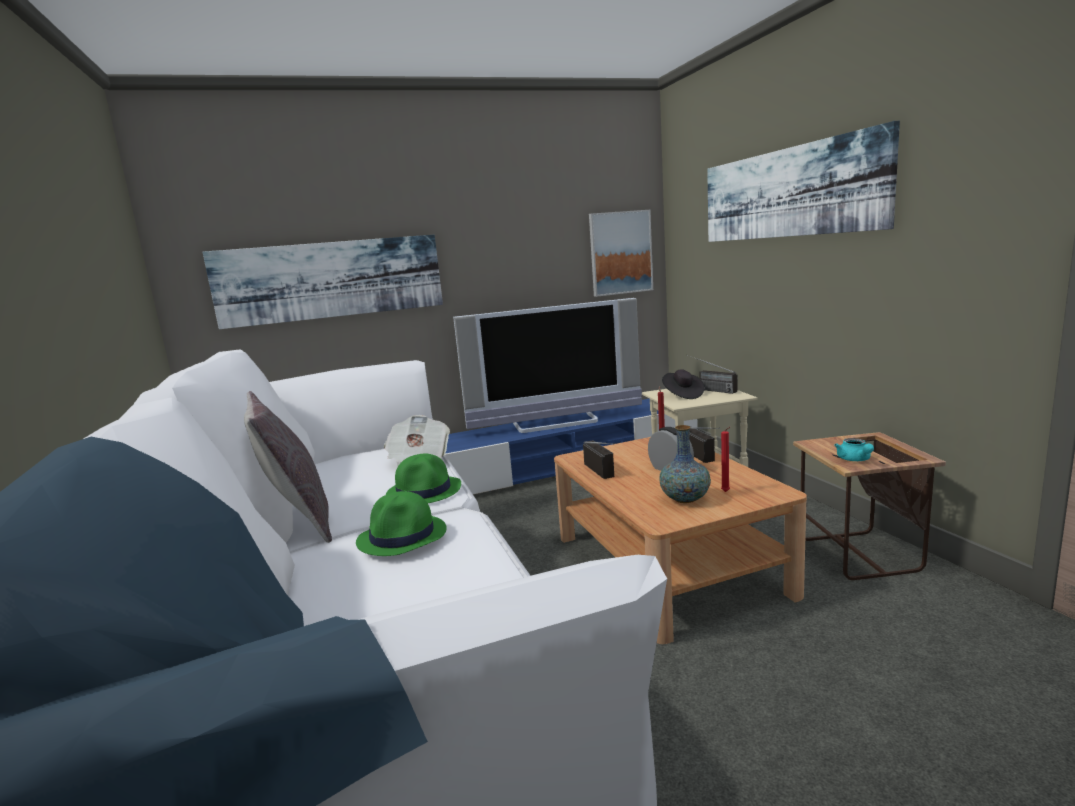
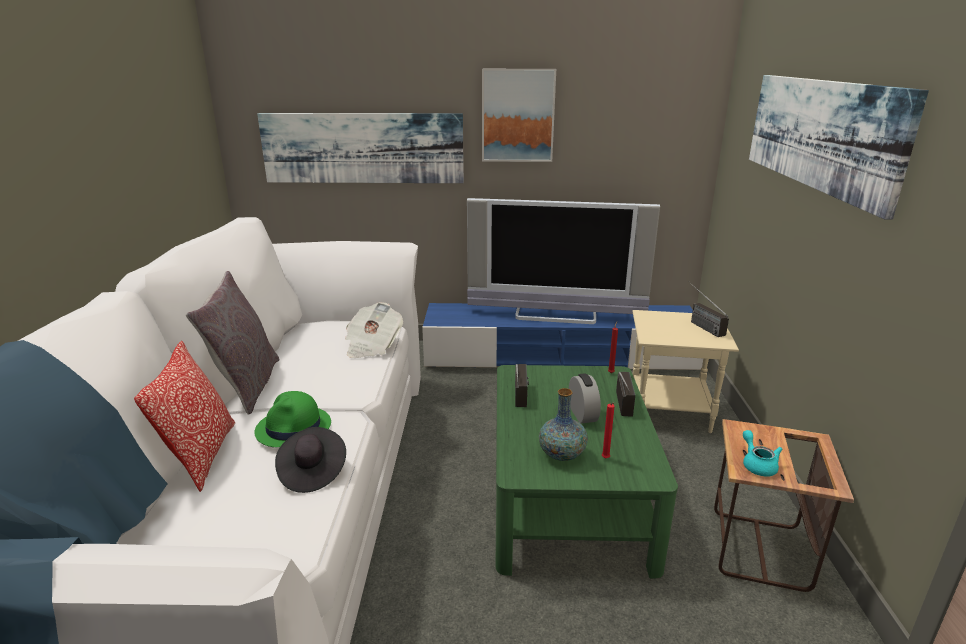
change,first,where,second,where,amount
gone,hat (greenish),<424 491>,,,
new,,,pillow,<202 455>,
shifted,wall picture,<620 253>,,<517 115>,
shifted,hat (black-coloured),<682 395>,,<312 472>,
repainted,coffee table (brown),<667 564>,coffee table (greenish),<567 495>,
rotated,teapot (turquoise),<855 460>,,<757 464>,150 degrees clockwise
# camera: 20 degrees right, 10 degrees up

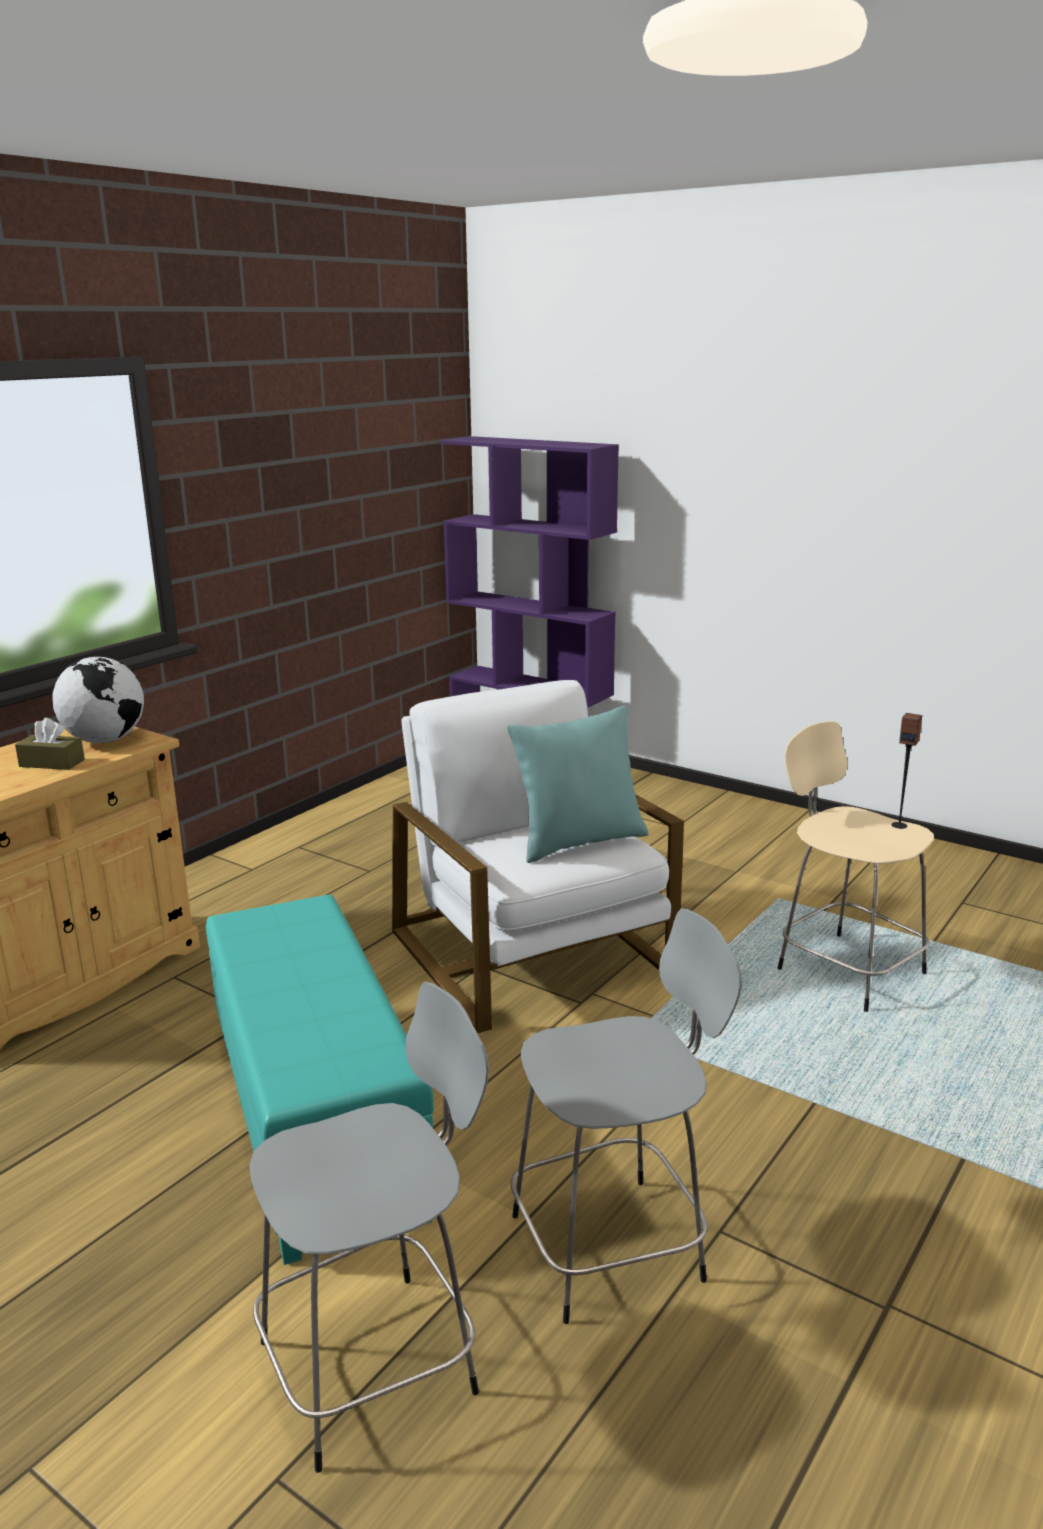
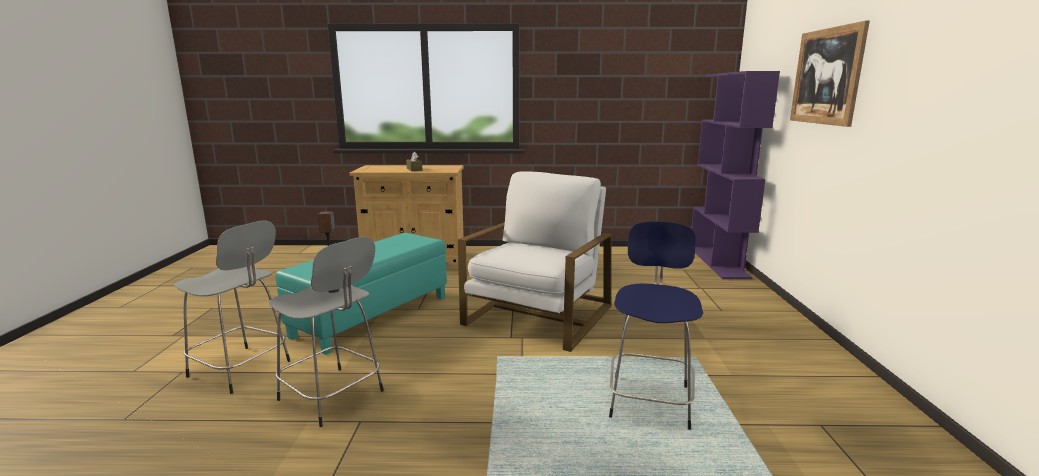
change,first,where,second,where,amount
gone,world globe,<104 740>,,,
gone,pillow (turquoise),<579 842>,,,
new,,,wall picture,<826 76>,
shifted,audio speaker,<899 825>,,<334 290>,
repainted,stool seat (sand-coloured),<846 969>,stool seat (blue),<650 399>,
# camera: 55 degrees right, 5 degrees down

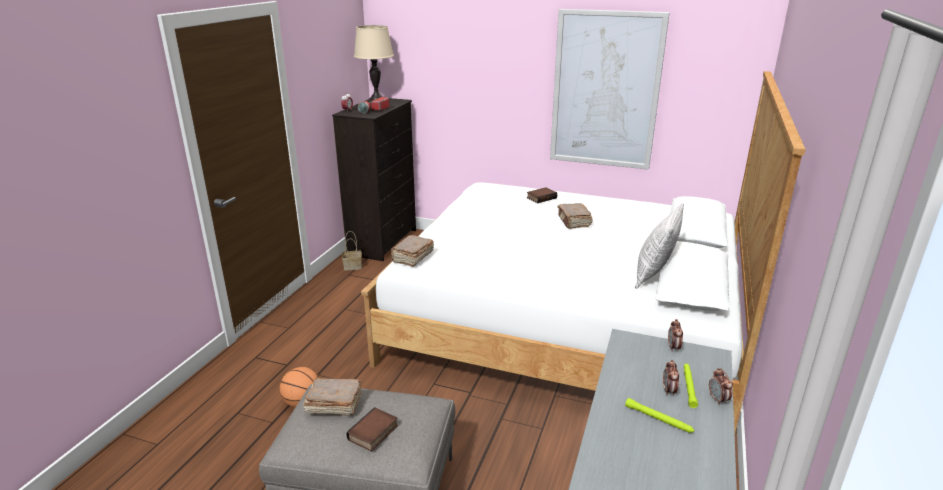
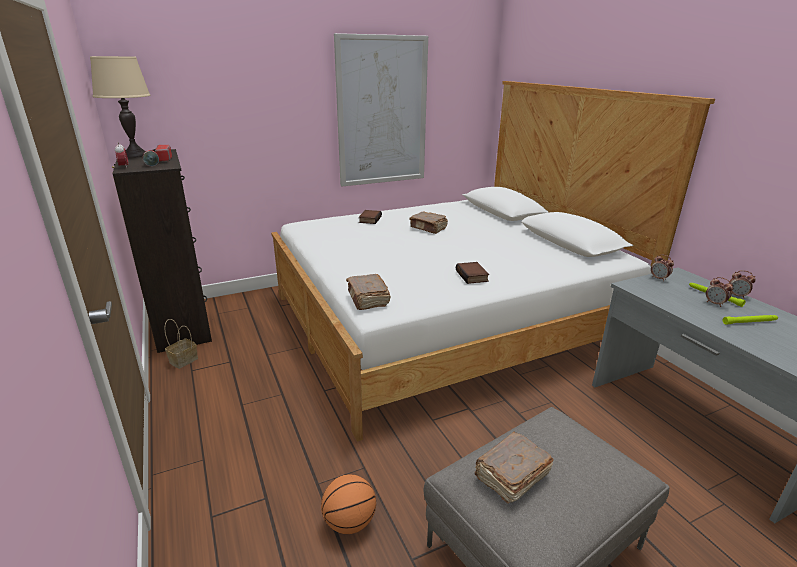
change,first,where,second,where,amount
gone,pillow,<654 275>,,,
shifted,volume,<373 433>,,<473 276>,
# camera: 45 degrees left, 0 degrees up

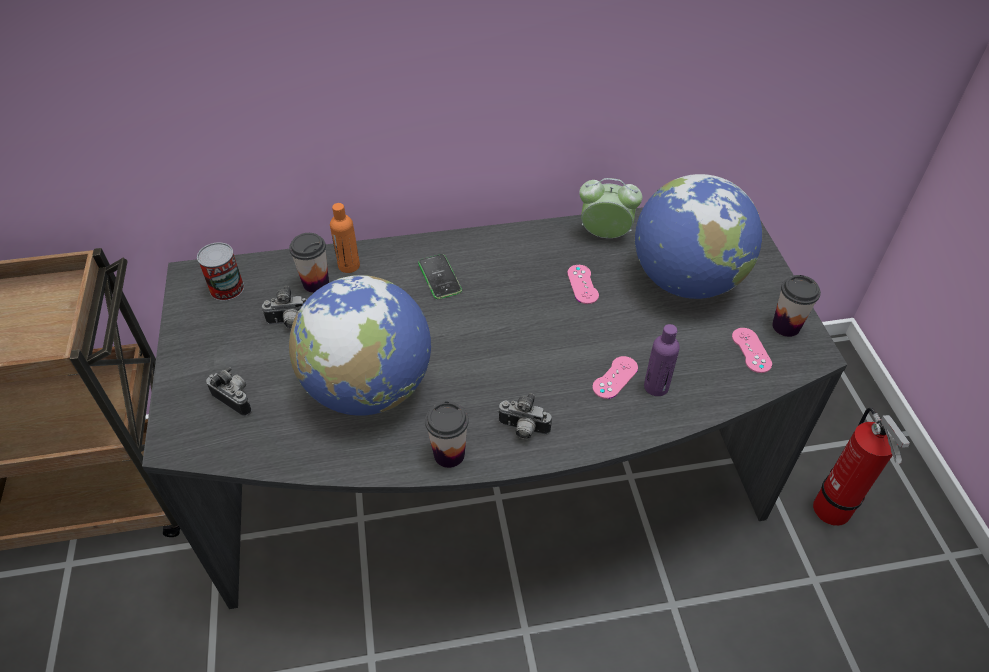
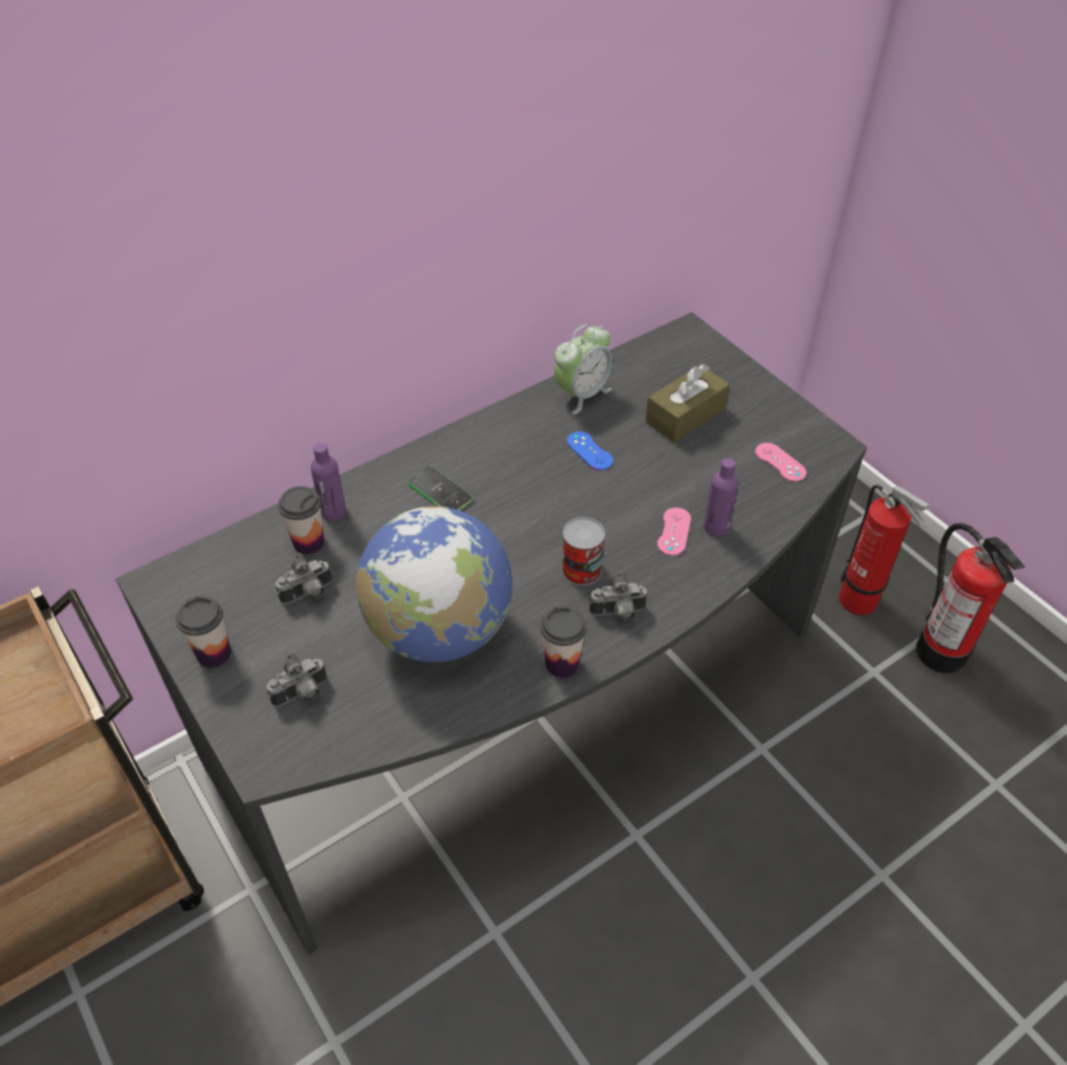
change,first,where,second,where,amount
new,,,extinguisher,<941 651>,
shifted,can,<227 288>,,<581 569>,
shifted,drinking cup,<786 326>,,<214 654>,
swapped,world globe,<686 281>,tissue holder (brown),<685 415>,
repainted,drink bottle (orangey),<349 266>,drink bottle (purple-coloured),<333 512>,
repainted,game controller (pinkish),<582 284>,game controller (blue),<589 451>,
rotated,still camera,<236 399>,,<302 695>,135 degrees clockwise
rotated,alarm clock,<605 235>,,<582 394>,150 degrees clockwise
# camera: 25 degrees left, 0 degrees up

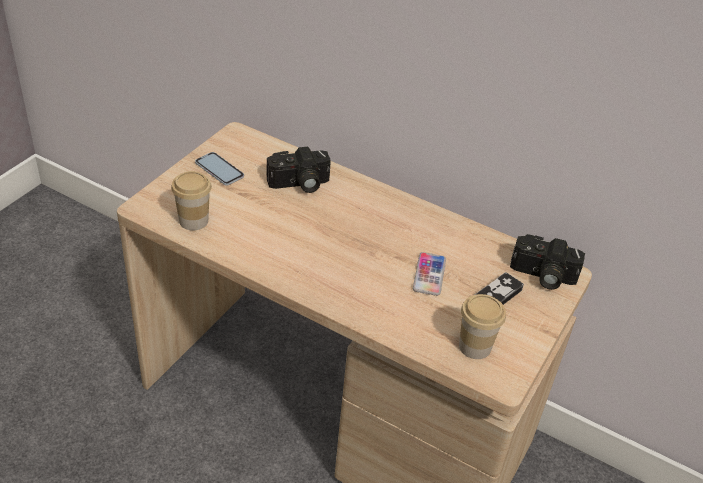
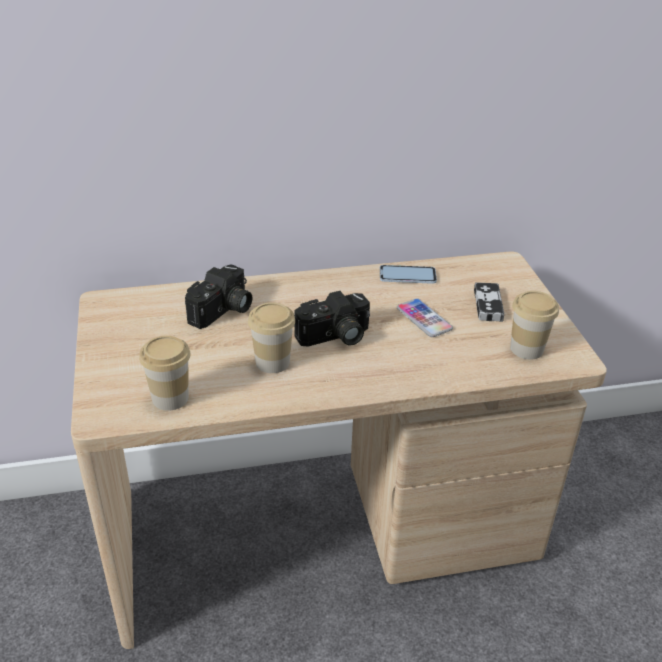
change,first,where,second,where,amount
new,,,drinking cup,<272 362>,
shifted,telephone,<219 169>,,<407 275>,
shifted,still camera,<542 276>,,<335 337>,
# camera: 40 degrees left, 5 degrees down

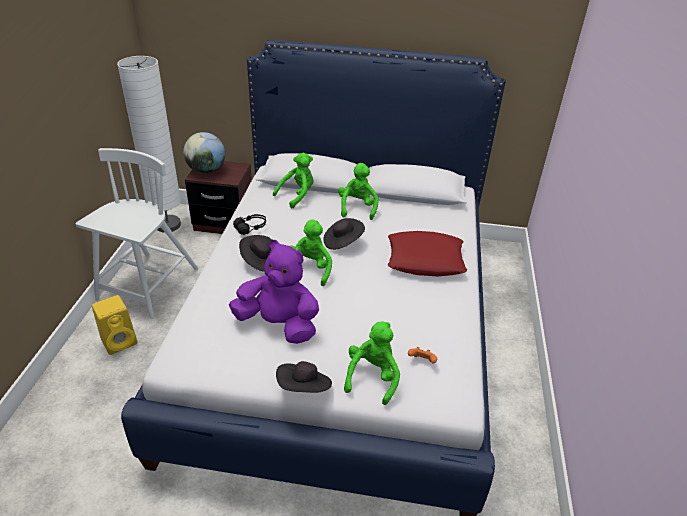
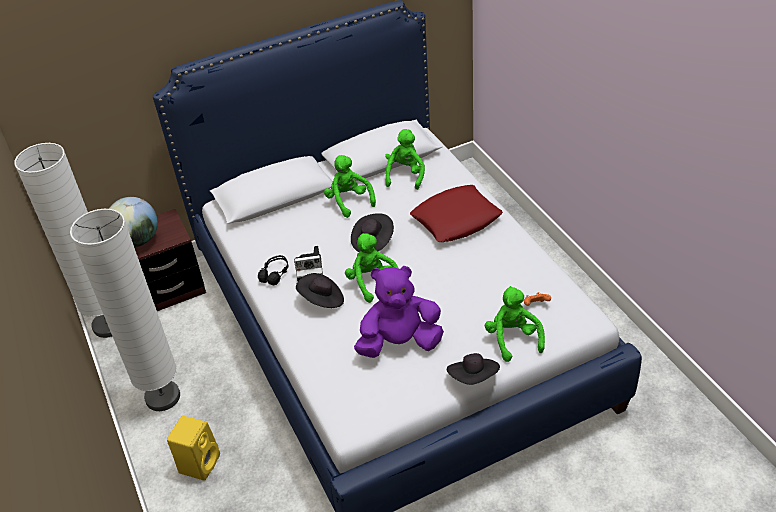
change,first,where,second,where,amount
new,,,still camera,<310 268>,
shifted,cuddly toy (greenish),<297 195>,,<405 175>,
swapped,plain chair (white),<147 285>,standing lamp (white),<163 397>,
# camera: 30 degrees left, 5 degrees up

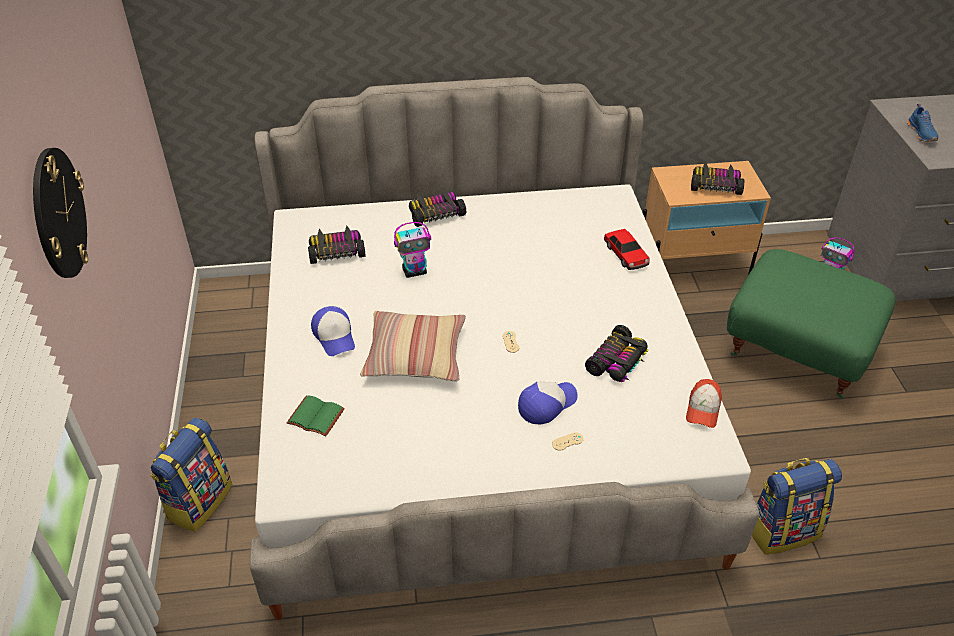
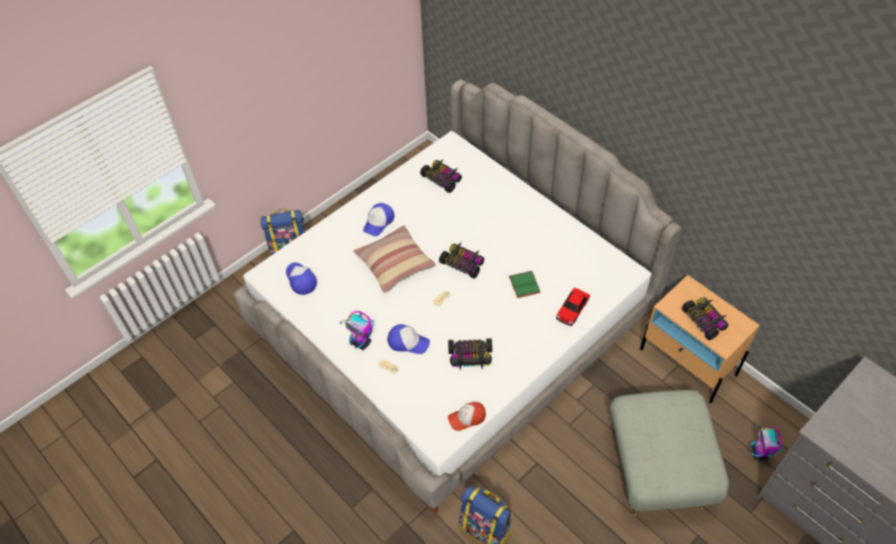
change,first,where,second,where,amount
gone,clock on the wall,<58 213>,,,
gone,low shoe (blue),<922 133>,,,
new,,,baseball cap,<300 280>,
shifted,volume (greenish),<314 417>,,<523 284>,
shifted,robot figure,<415 271>,,<361 343>,
shifted,miniature car,<436 214>,,<463 263>,
repainted,pouffe (greenish),<798 350>,pouffe (grey),<659 468>,
# camera: 55 degrees right, 10 degrees up

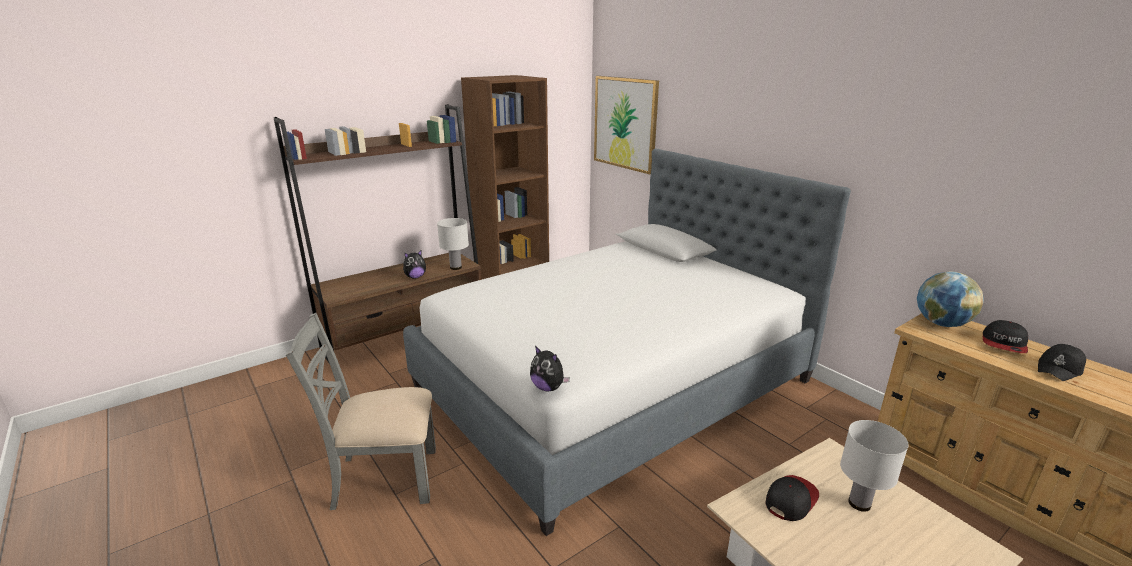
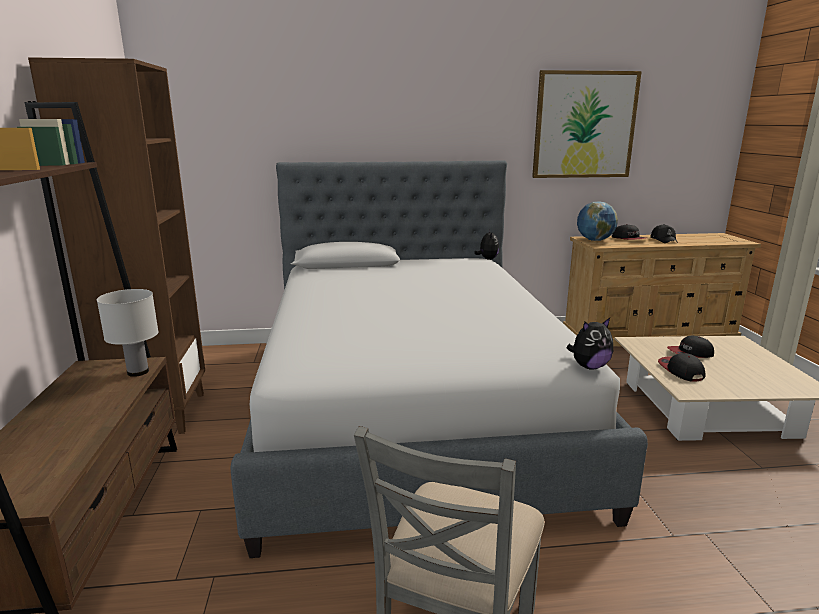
change,first,where,second,where,amount
shifted,cuddly toy,<415 277>,,<487 259>,
shifted,wall picture,<625 123>,,<584 125>,
swapped,table lamp (white),<859 504>,baseball cap,<690 353>,
# camera: 60 degrees left, 5 degrees down

